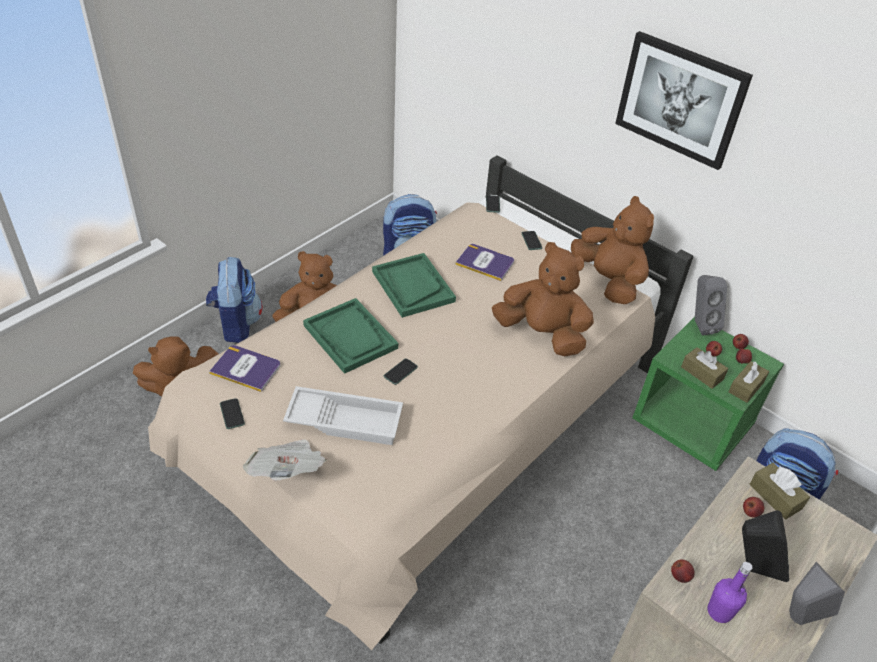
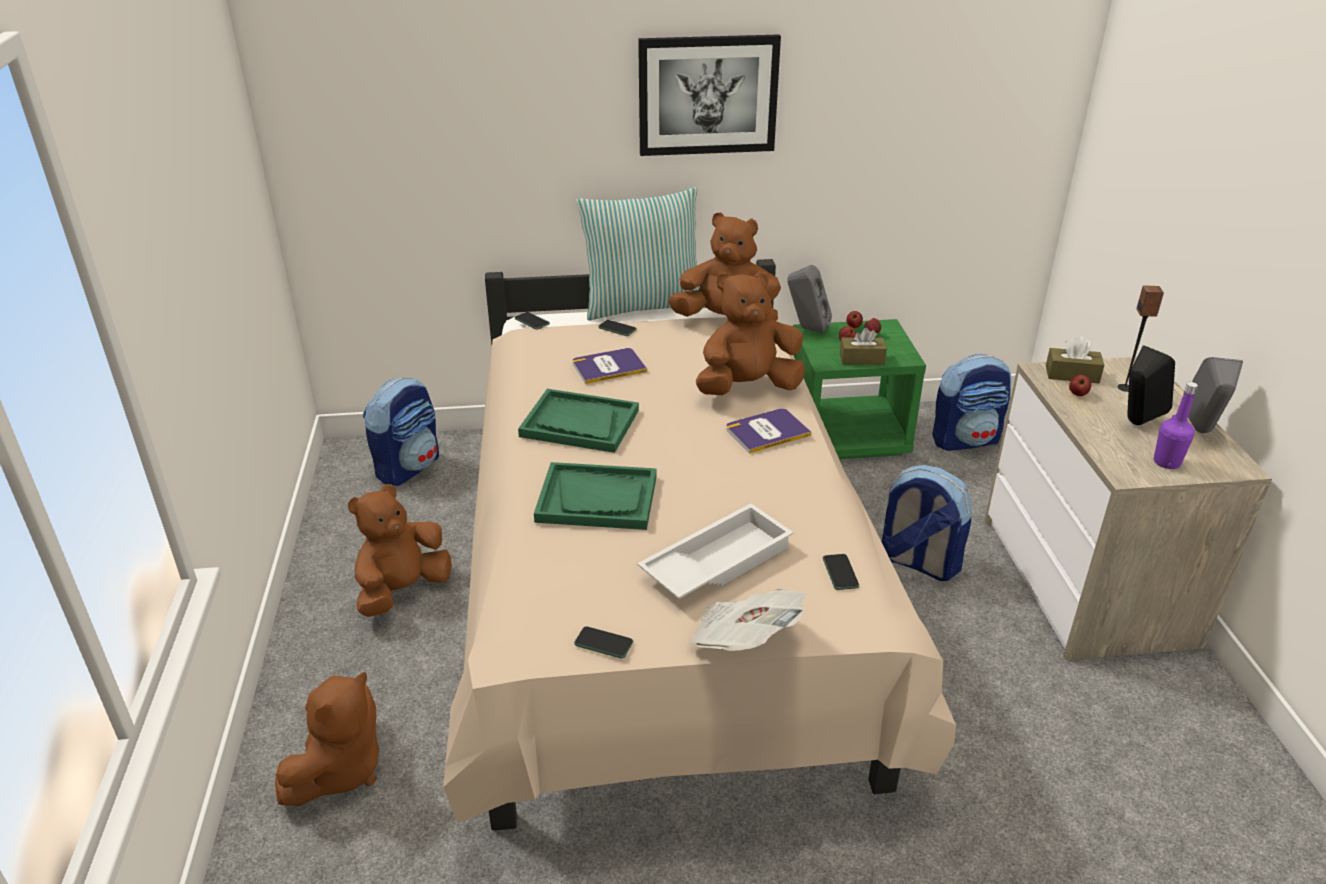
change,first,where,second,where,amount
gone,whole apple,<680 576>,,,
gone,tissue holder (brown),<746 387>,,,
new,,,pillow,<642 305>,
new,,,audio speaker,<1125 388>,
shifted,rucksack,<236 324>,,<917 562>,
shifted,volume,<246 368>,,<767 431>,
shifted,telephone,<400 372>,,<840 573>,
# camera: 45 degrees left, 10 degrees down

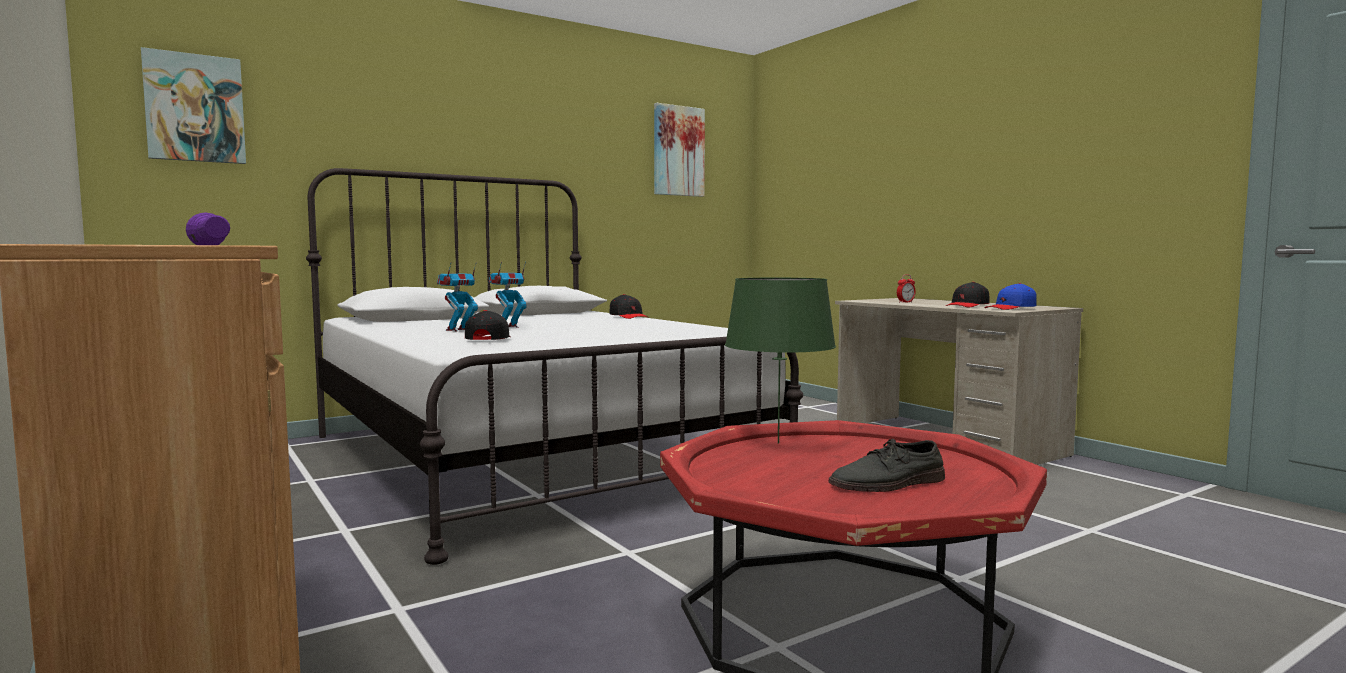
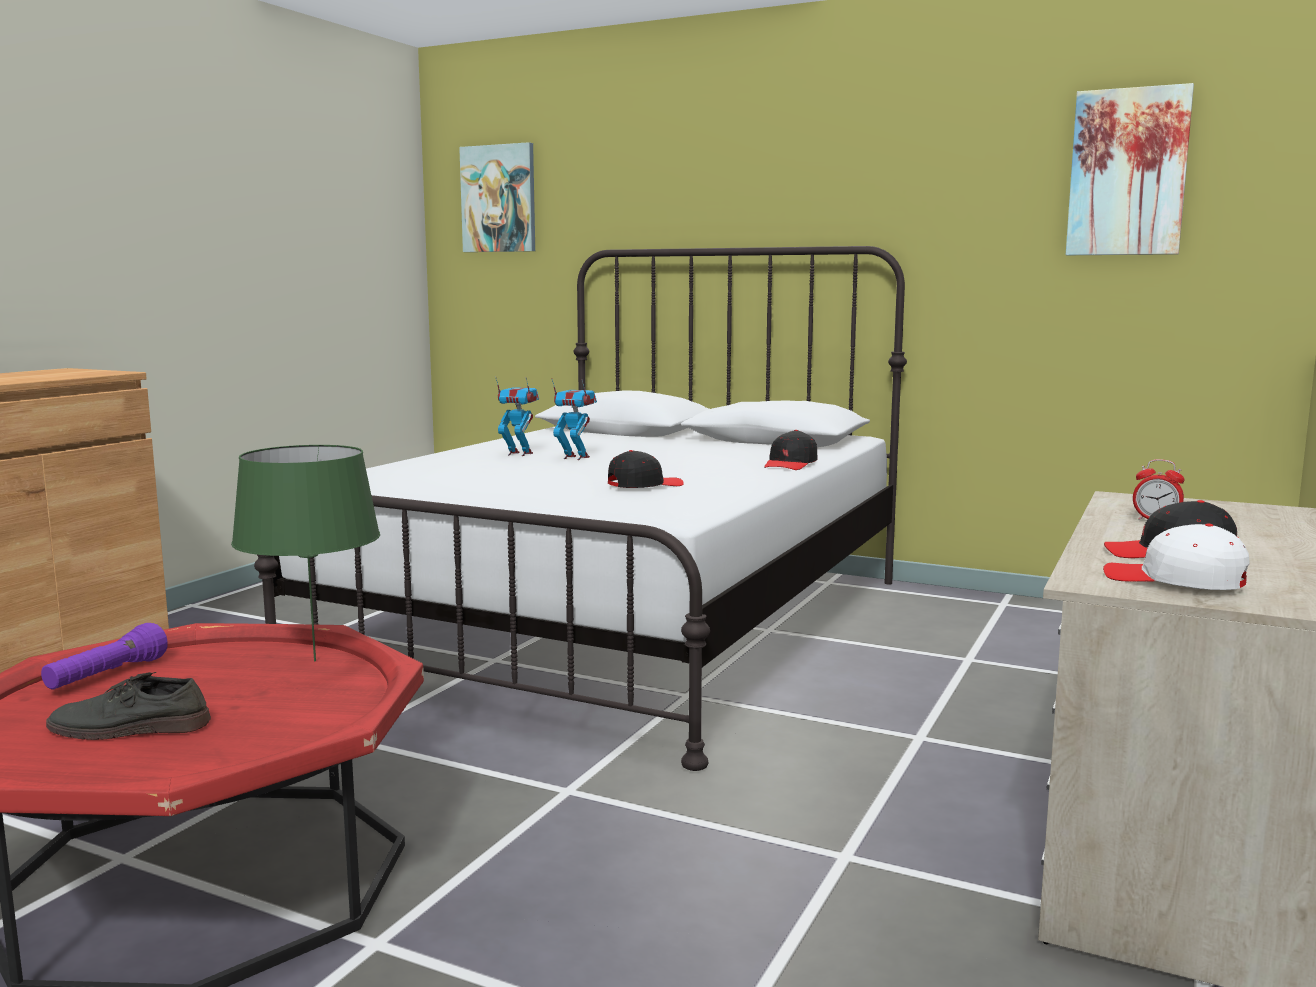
change,first,where,second,where,amount
shifted,torch (purple-coloured),<212 247>,,<106 676>,
shifted,baseball cap (black-coloured),<488 339>,,<644 485>,
repainted,baseball cap (blue),<1011 308>,baseball cap (white),<1174 581>,
rotated,low shoe (grey),<888 483>,,<128 728>,45 degrees counterclockwise
# camera: 60 degrees right, 5 degrees up

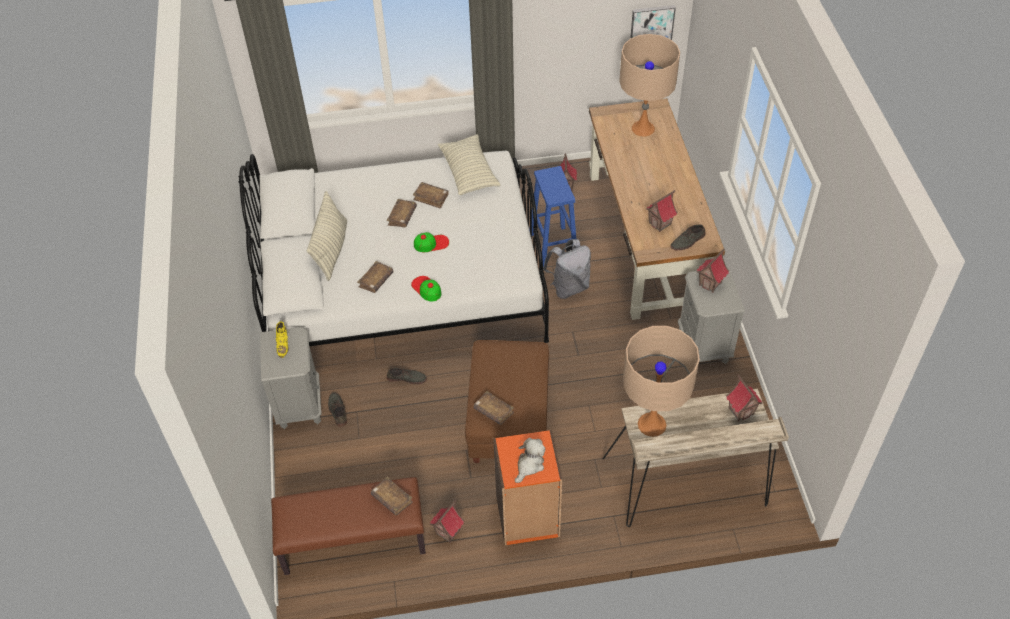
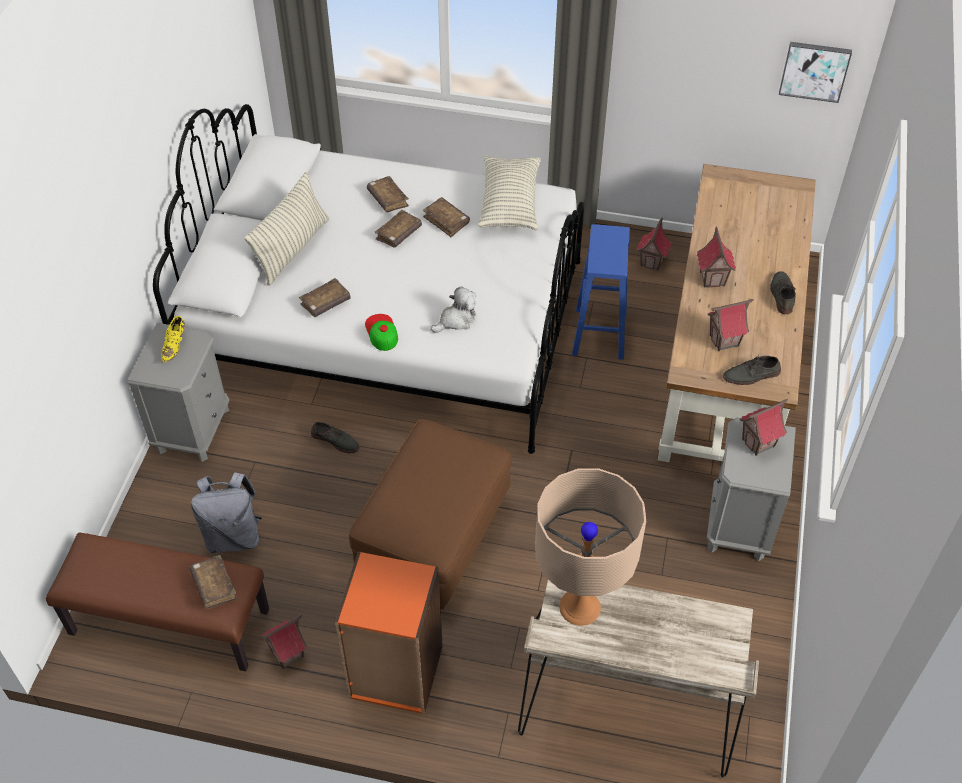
change,first,where,second,where,amount
gone,baseball cap,<431 243>,,,
gone,table lamp (sand-coloured),<643 128>,,,
shifted,low shoe (grey),<337 410>,,<781 294>,
shifted,volume (brown),<493 411>,,<388 199>,
shifted,cuddly toy,<529 465>,,<456 320>,
shifted,rucksack (grey),<568 287>,,<233 536>,
shifted,miniature house,<741 411>,,<713 279>,
# camera: 20 degrees right, 0 degrees up

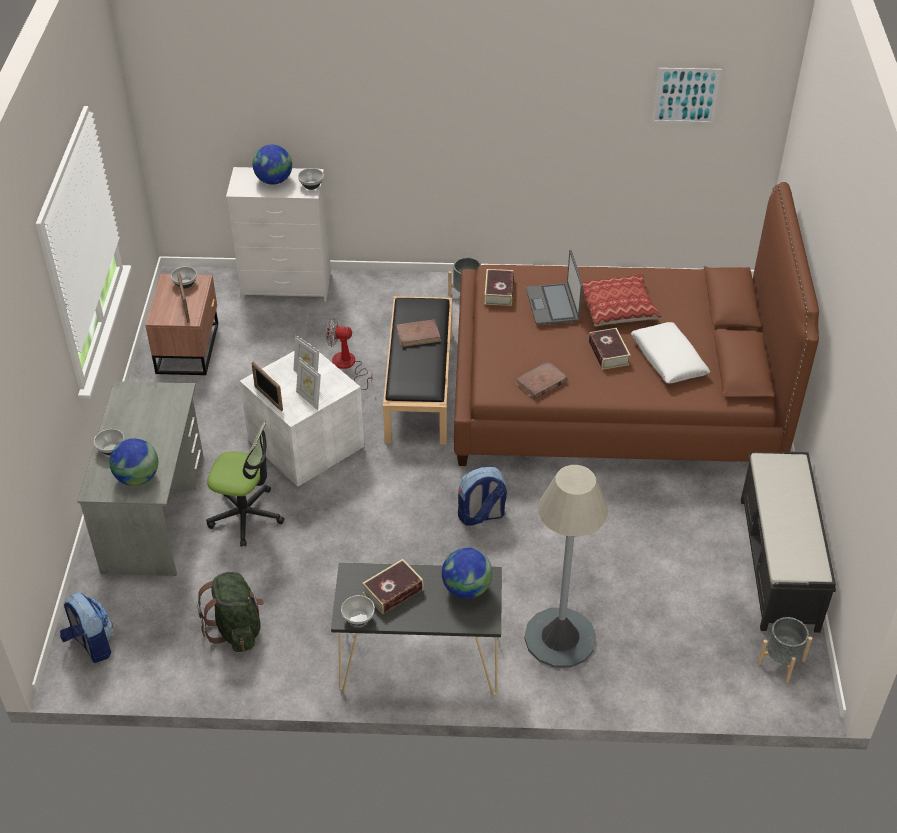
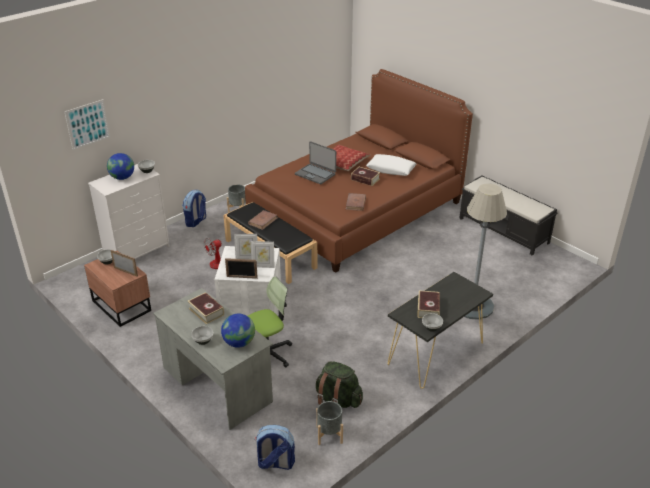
change,first,where,second,where,amount
gone,world globe,<466 588>,,,
shifted,rucksack,<481 516>,,<196 221>,
shifted,volume,<499 292>,,<206 311>,
shifted,wall picture,<686 95>,,<87 124>,
shifted,flower pot (grey),<781 661>,,<329 434>,
# camera: 45 degrees left, 10 degrees down

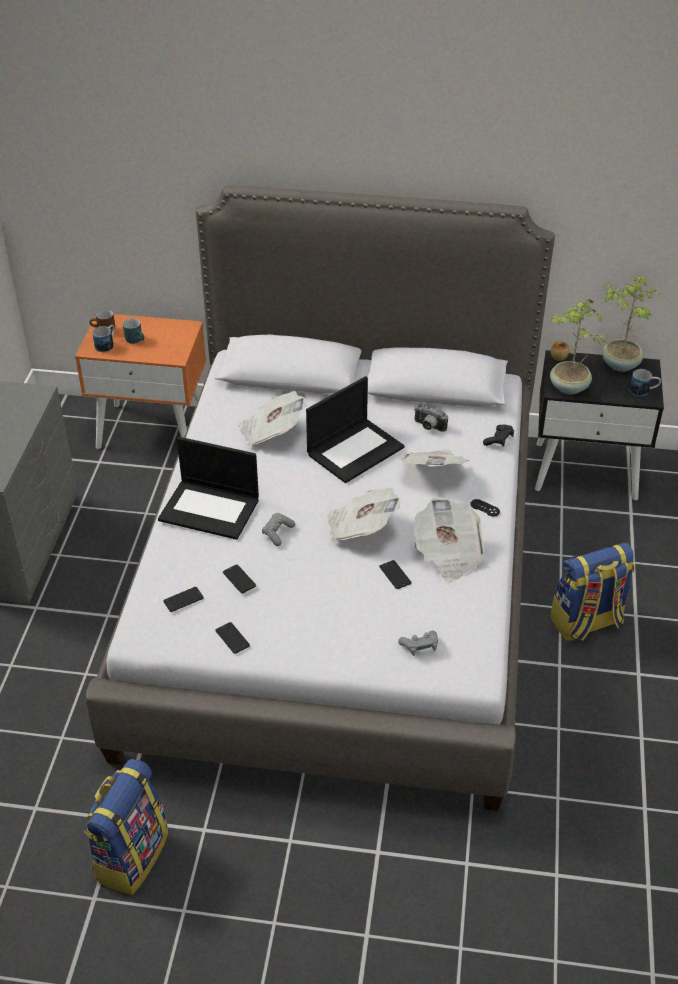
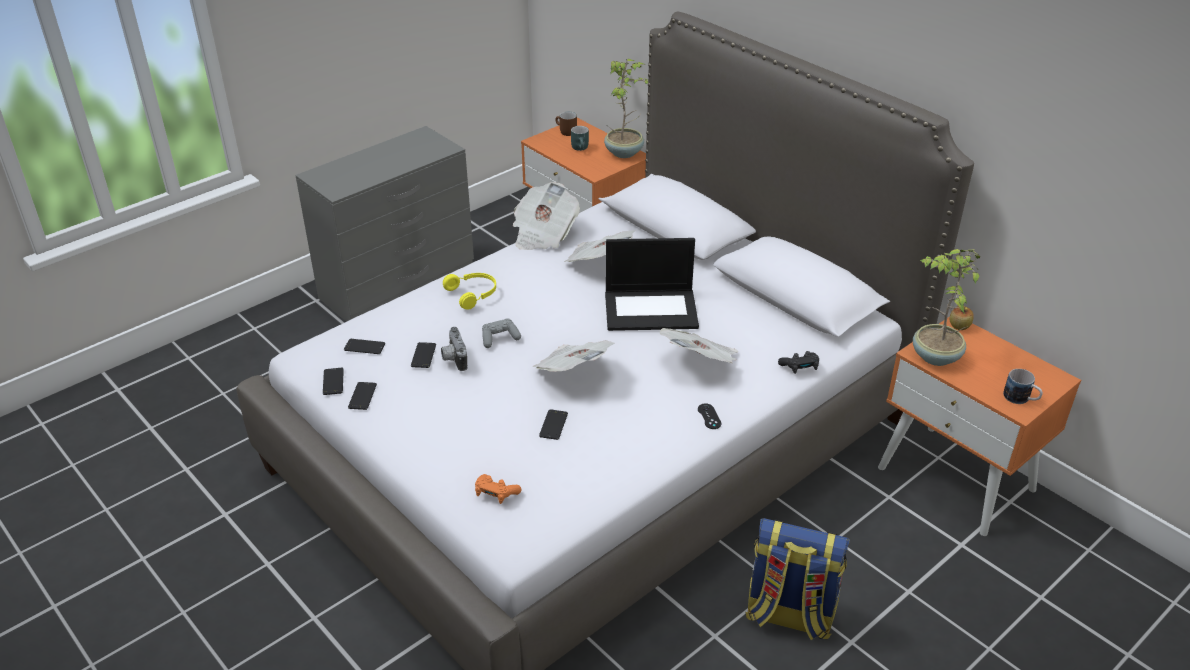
change,first,where,second,where,amount
gone,rucksack,<130 855>,,,
gone,coffee mug,<107 344>,,,
new,,,telephone,<333 381>,
shifted,printed paper,<448 554>,,<543 234>,
shifted,still camera,<428 427>,,<453 359>,
shifted,houseplant,<620 364>,,<625 152>,
swapped,laptop,<210 509>,headset (yellow-coloured),<473 294>,
repainted,game controller (grey),<420 647>,game controller (orangey),<496 494>,
repainted,bedside table (black-coloured),<586 470>,bedside table (orangey),<957 478>,
# camera: 40 degrees right, 5 degrees down

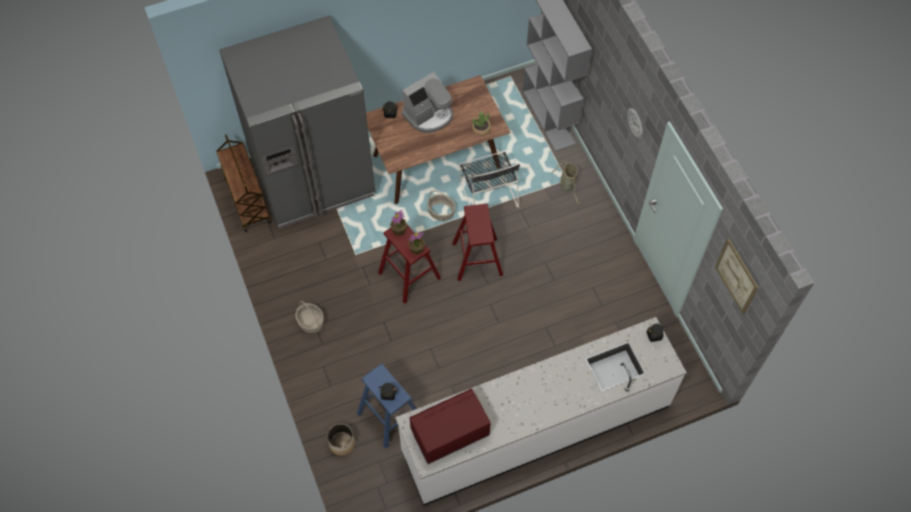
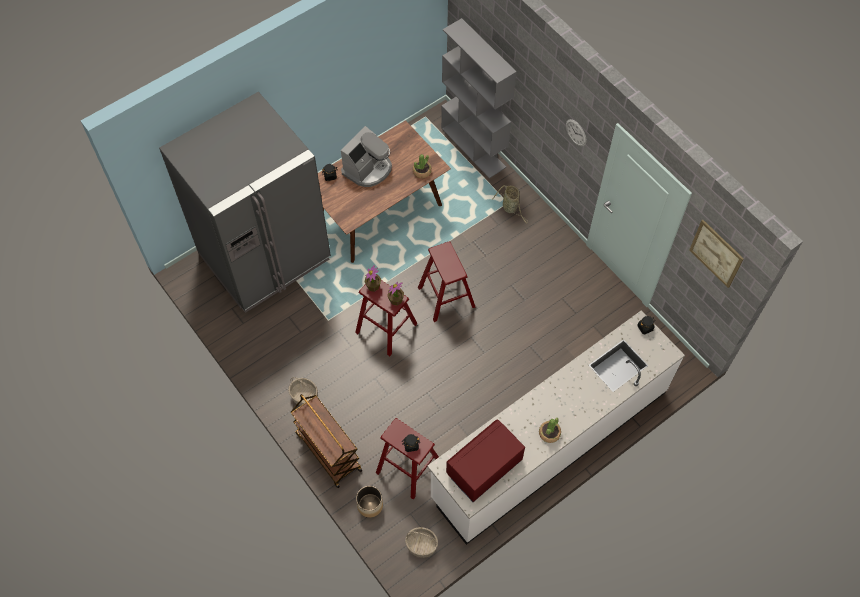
change,first,where,second,where,amount
gone,plain chair (black-coloured),<488 193>,,,
new,,,houseplant,<549 433>,
shifted,trolley (brown),<247 201>,,<328 452>,
shifted,household basket,<441 212>,,<421 545>,
repainted,stool seat (blue),<390 416>,stool seat (red-coloured),<408 467>,
# camera: 15 degrees left, 0 degrees up

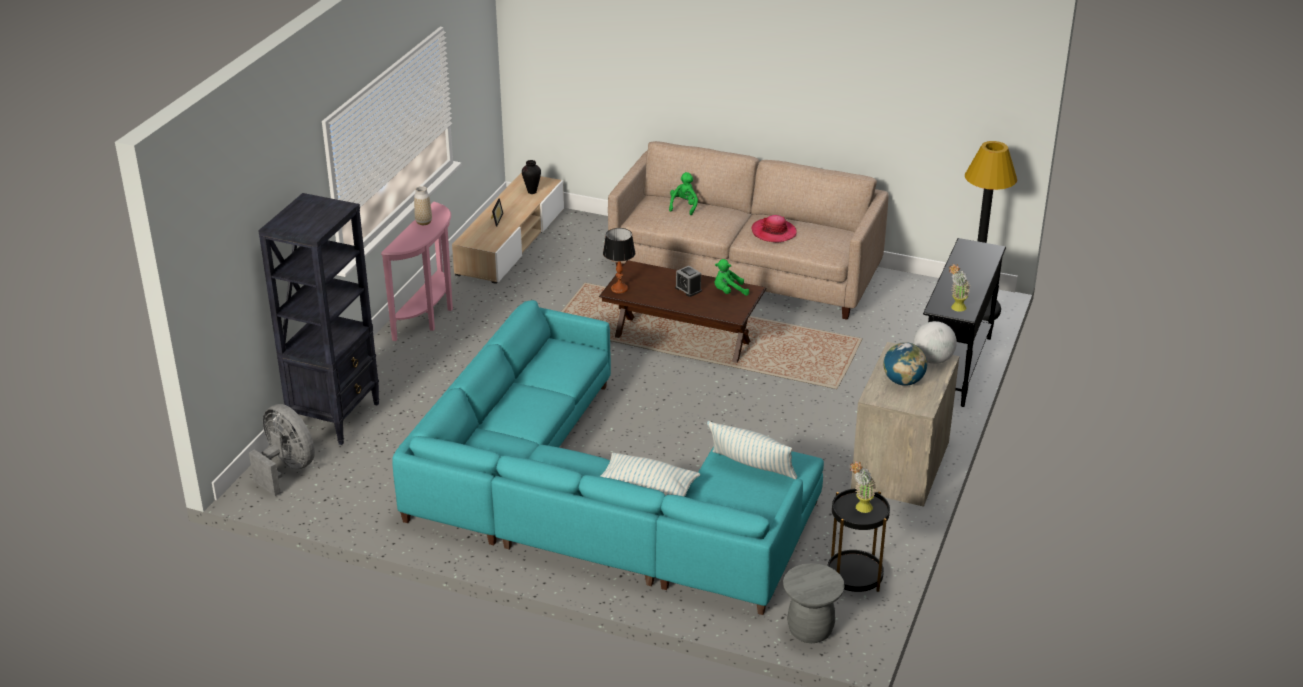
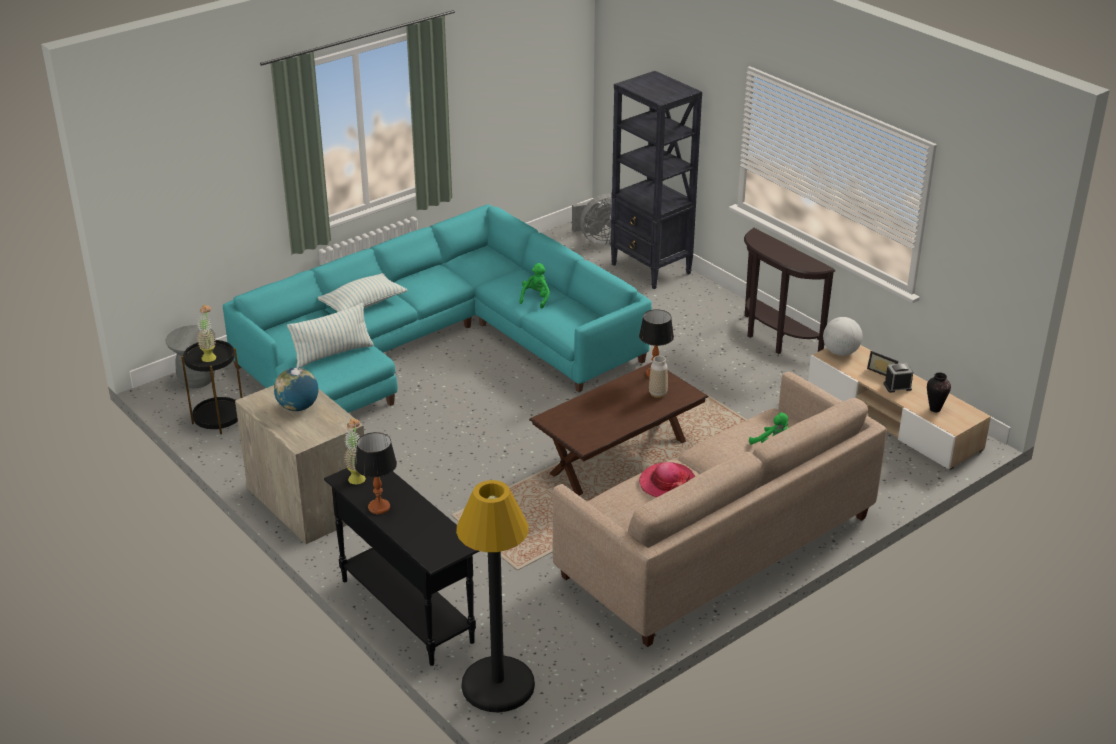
change,first,where,second,where,amount
new,,,table lamp,<379 507>,
shifted,decorative vase,<423 222>,,<657 394>,
shifted,alarm clock,<688 289>,,<897 386>,
shifted,cuddly toy (greenish),<729 292>,,<536 298>,
shifted,world globe,<933 360>,,<840 352>,
repainted,narrow table (pinkish),<429 316>,narrow table (brown),<774 340>,
# camera: 120 degrees right, 0 degrees up

